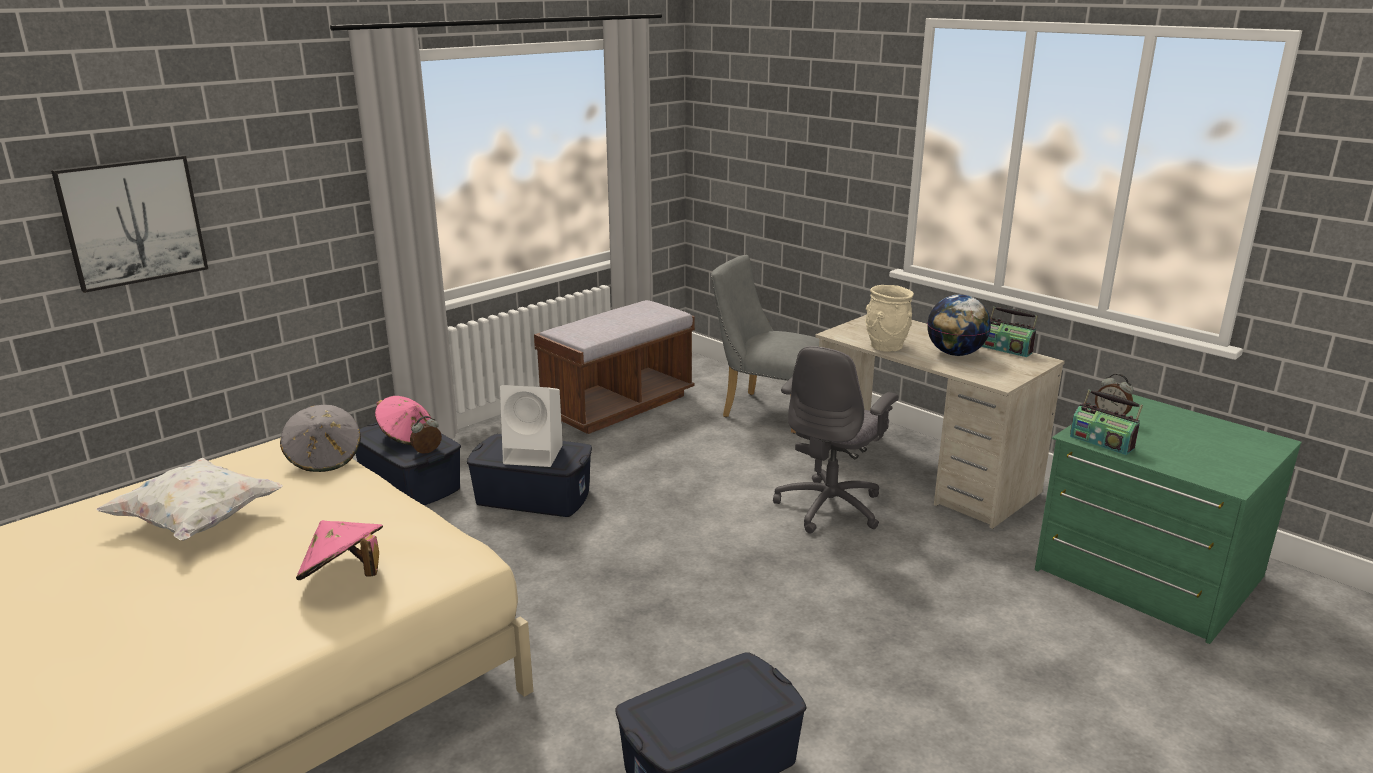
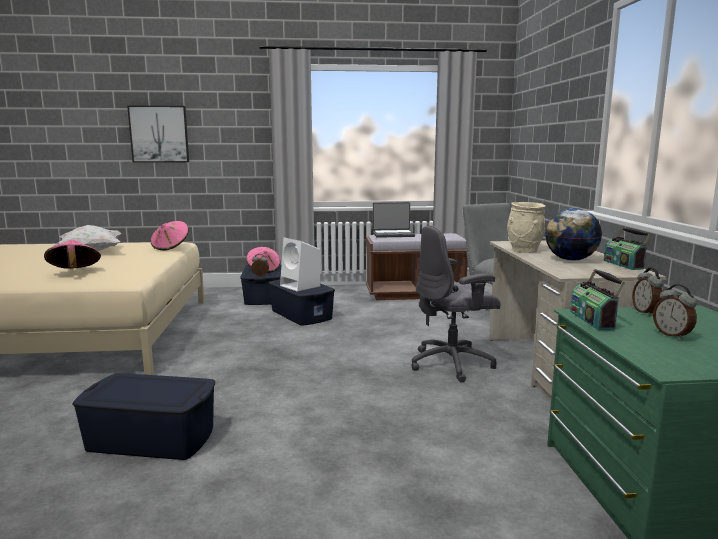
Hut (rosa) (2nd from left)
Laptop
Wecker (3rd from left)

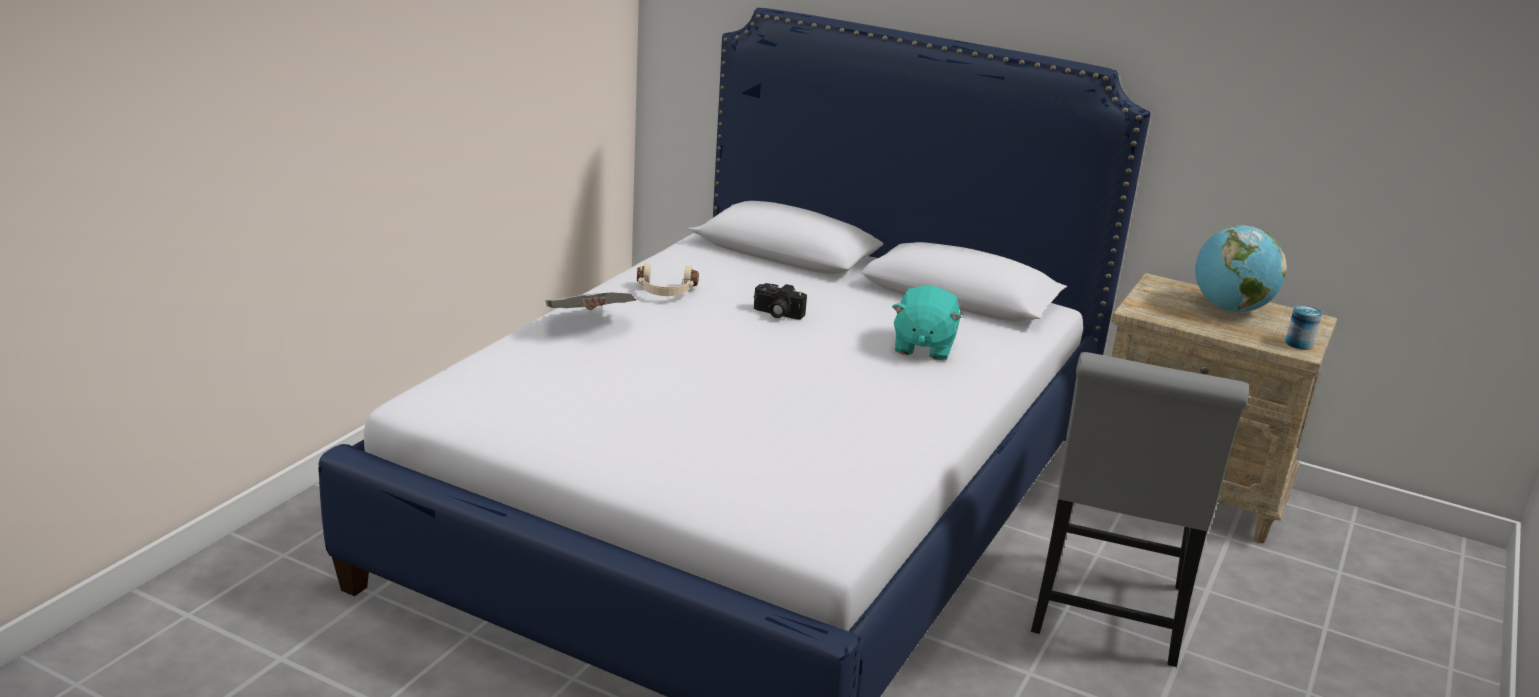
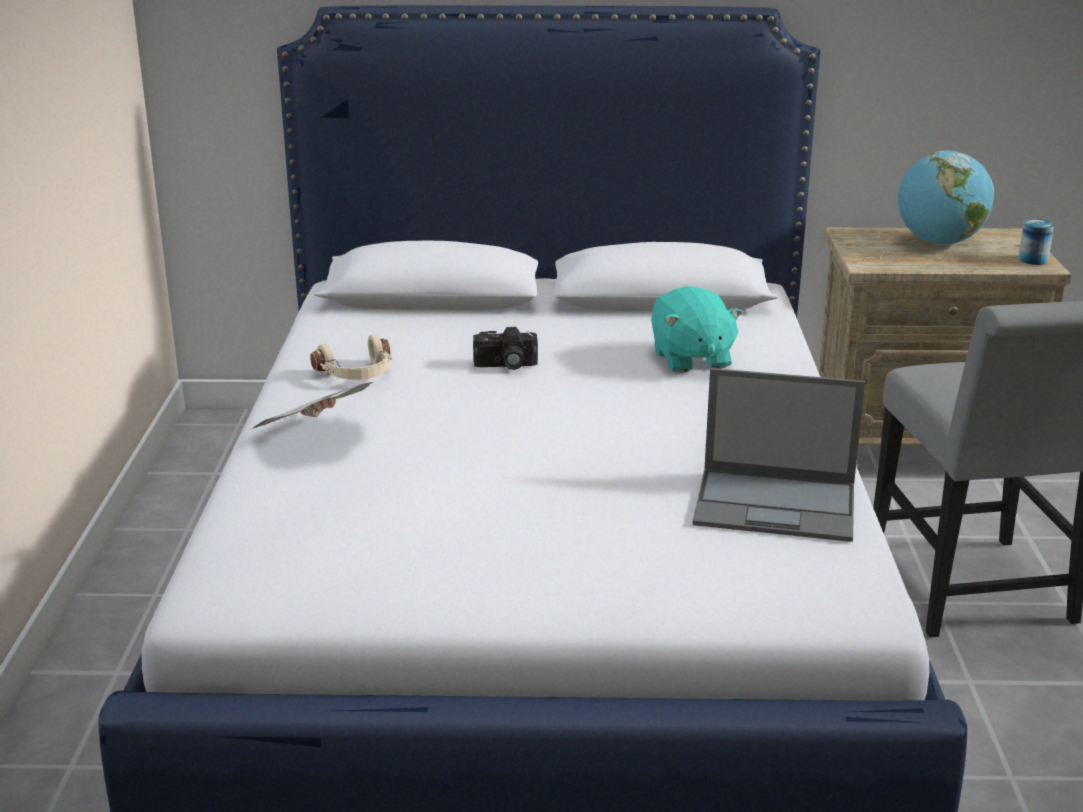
Laptop

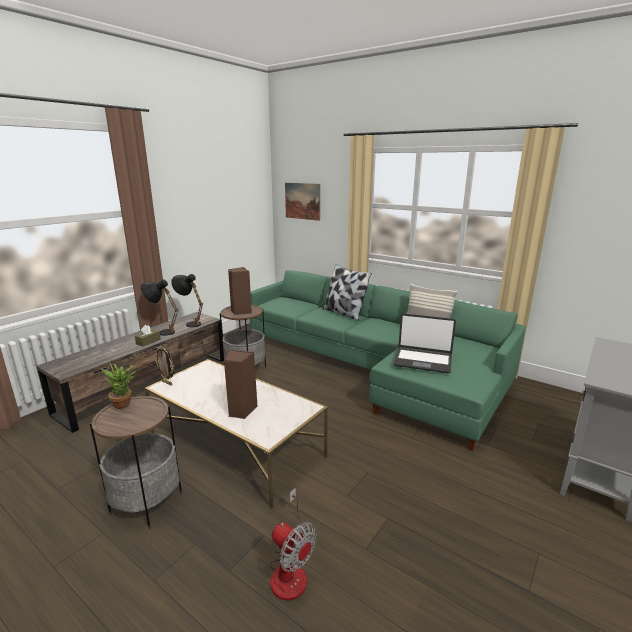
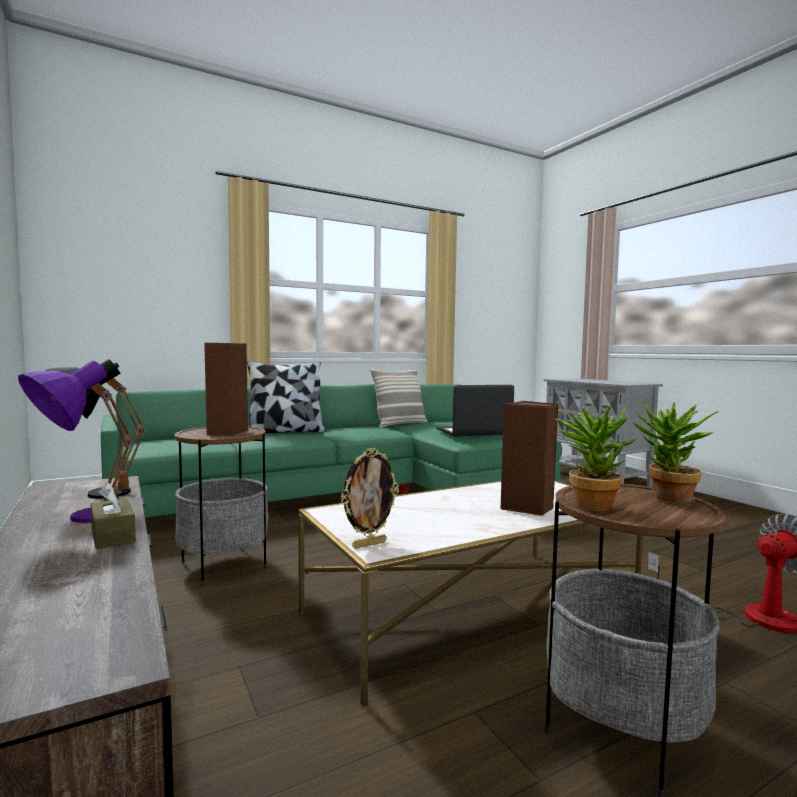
Tischlampe (lila)
Laptop
Topfpflanze (2nd from left)
Bild

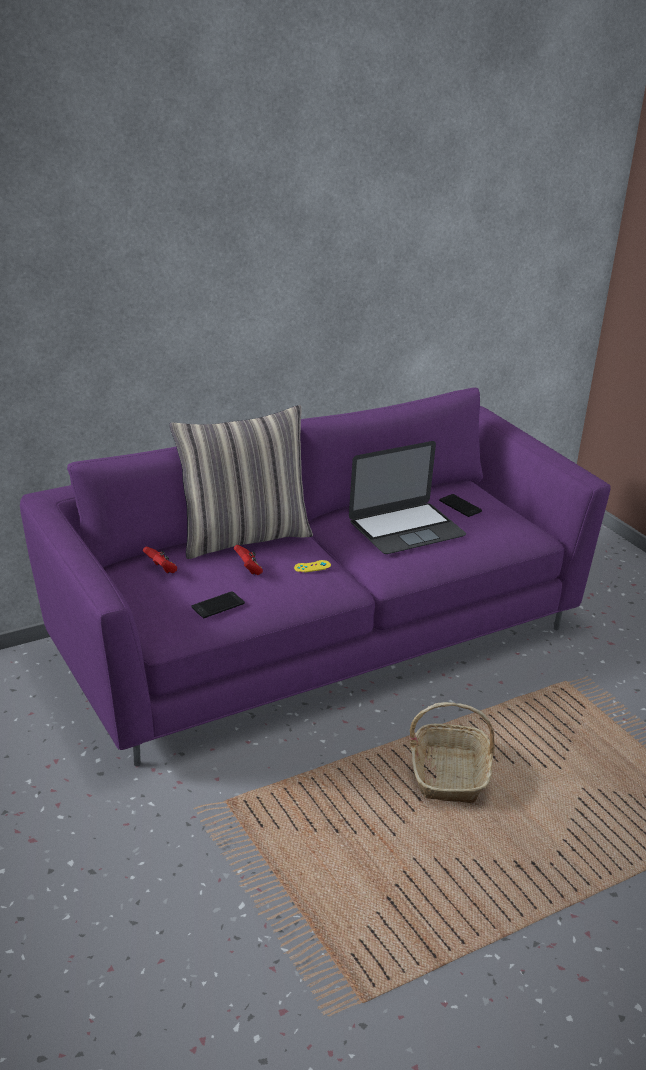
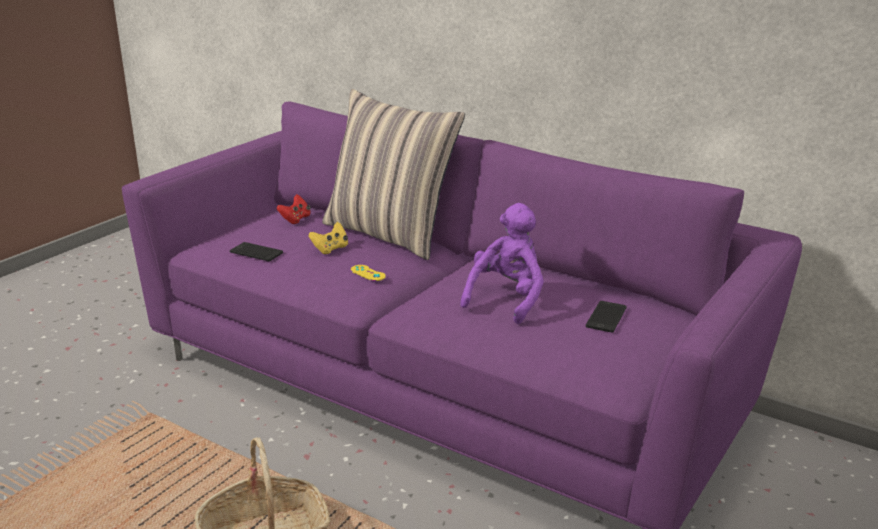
Gamepad (gelb) (1st from left)
Plüschtier (lila)

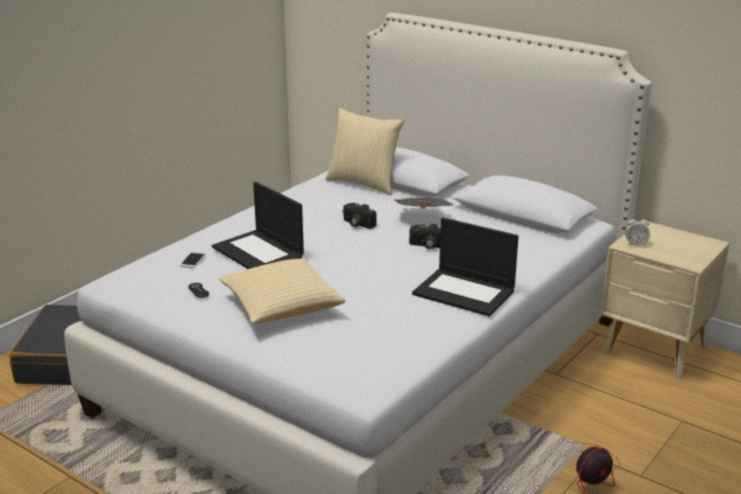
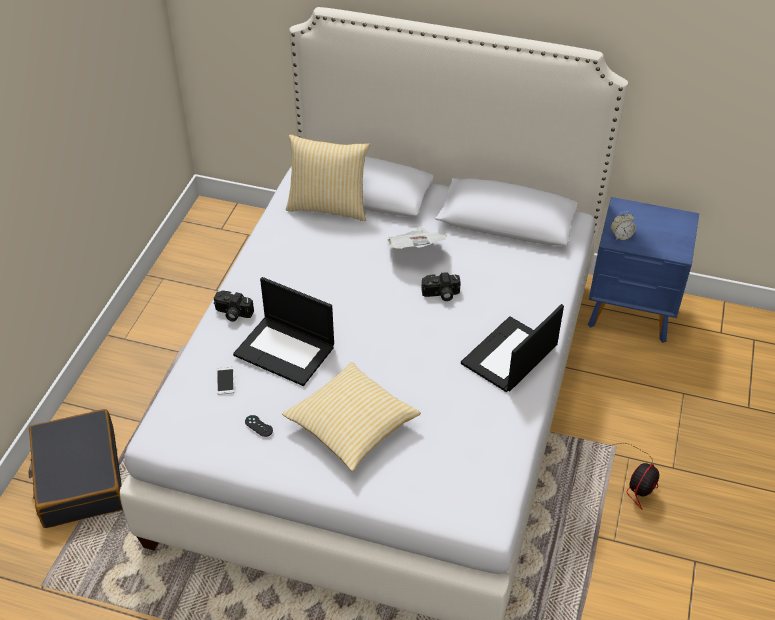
Kamera (1st from left)
Laptop (2nd from left)
Nachttisch (blau)

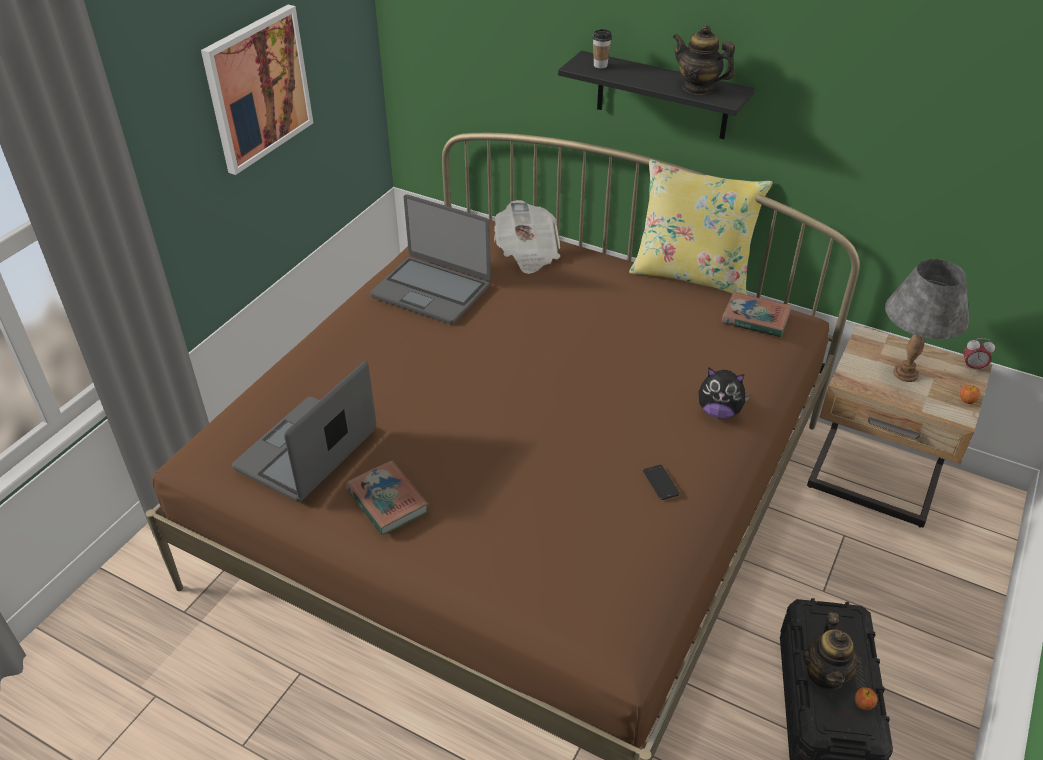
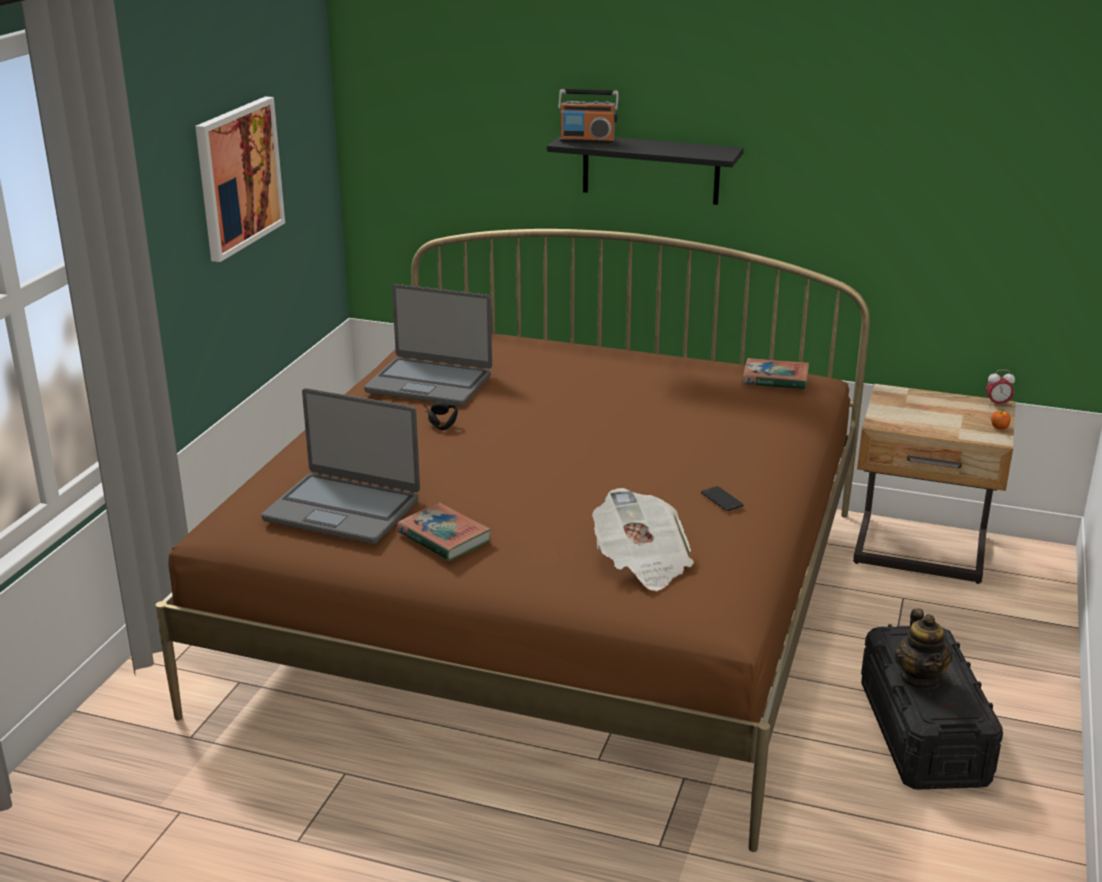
Laptop (1st from left)
Kopfhörer (schwarz)
Radio
Zeitung
Kissen (gelb)
Teekanne (1st from left in the first image)
Plüschtier
Apfel (1st from left in the first image)
Tischlampe (grau)

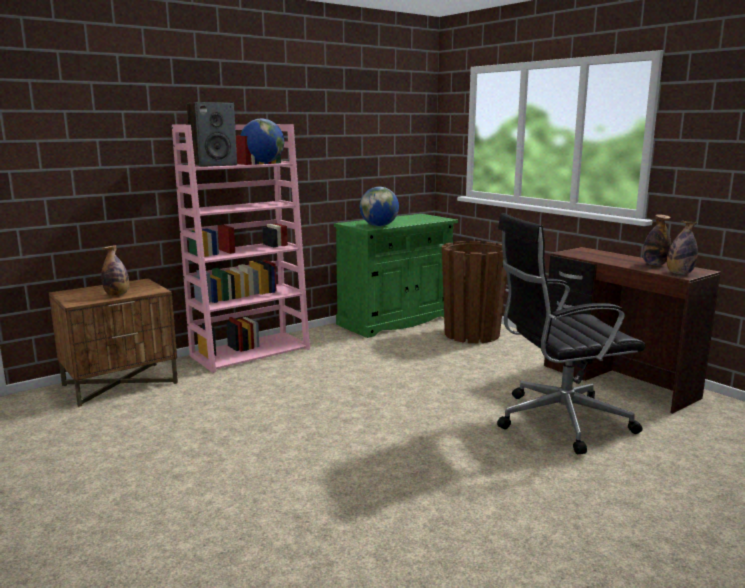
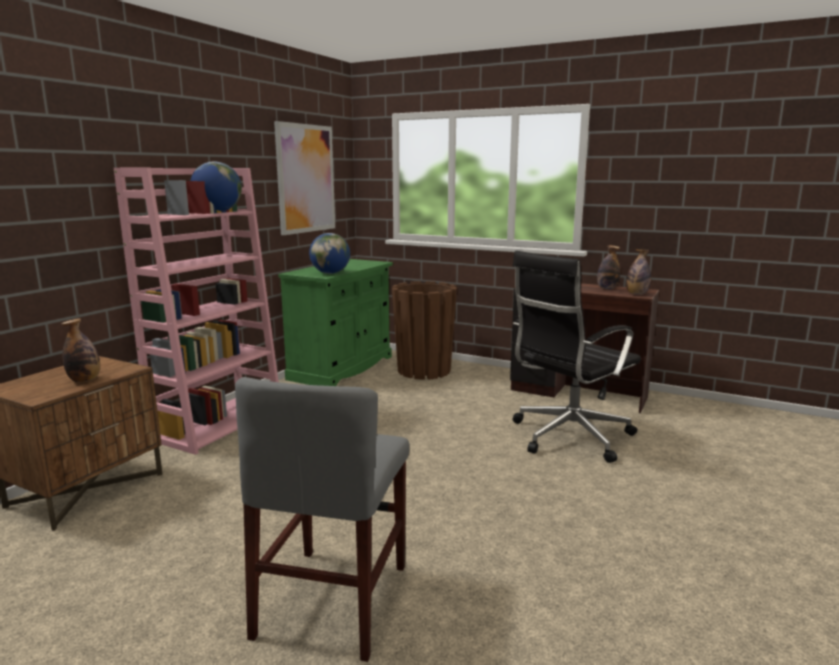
Stuhl (grau)
Bild
Lautsprecher

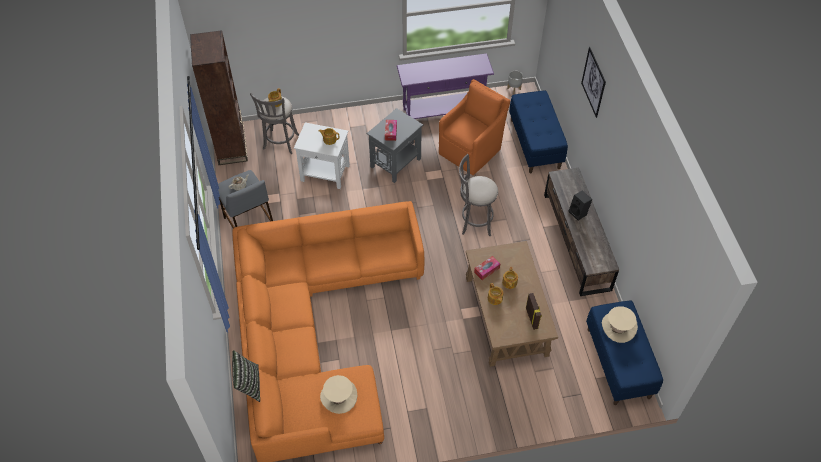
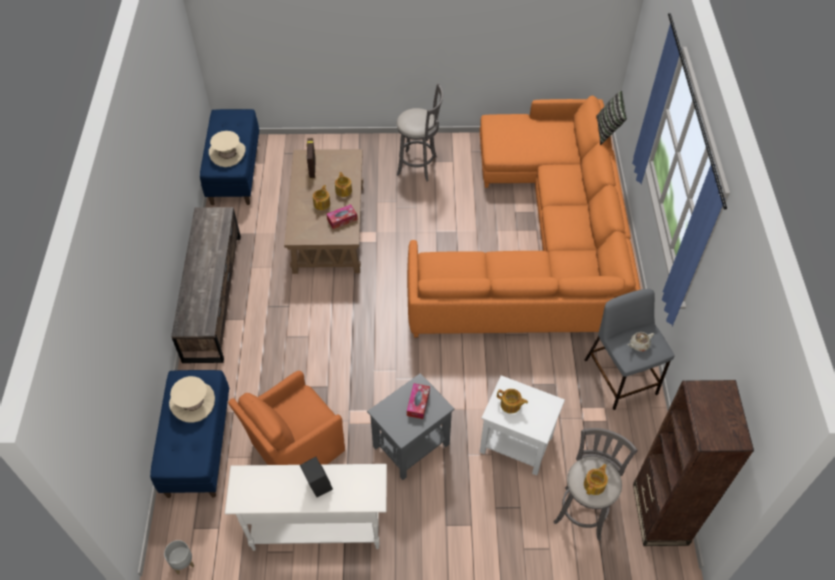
Hut (beige) (1st from left)
Konsolentisch (weiß)
Lautsprecher (schwarz)
Hocker (grau) (1st from left)
Bild

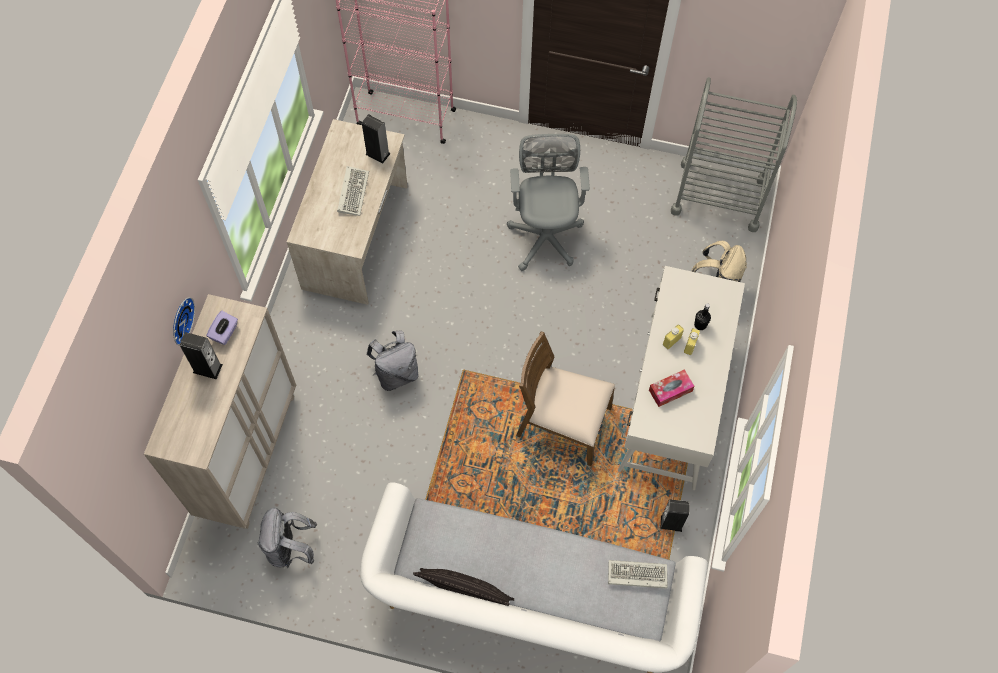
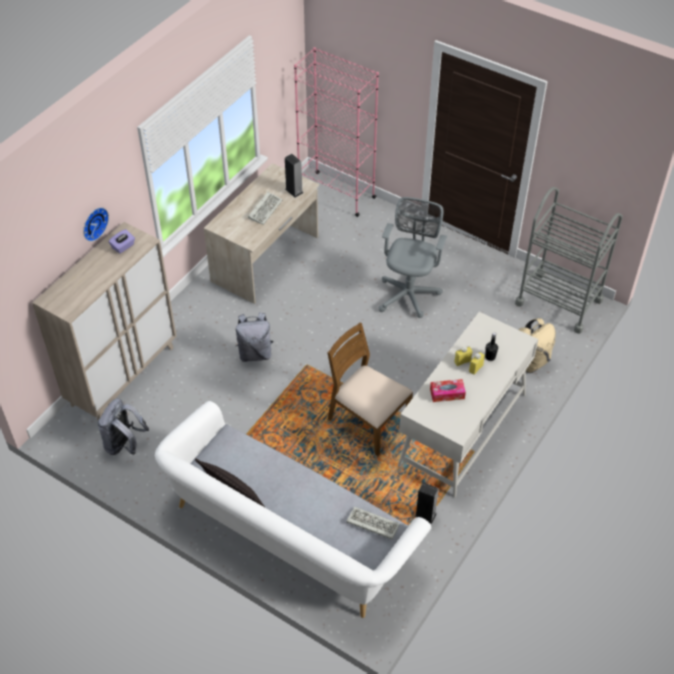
Lautsprecher (1st from left in the first image)

